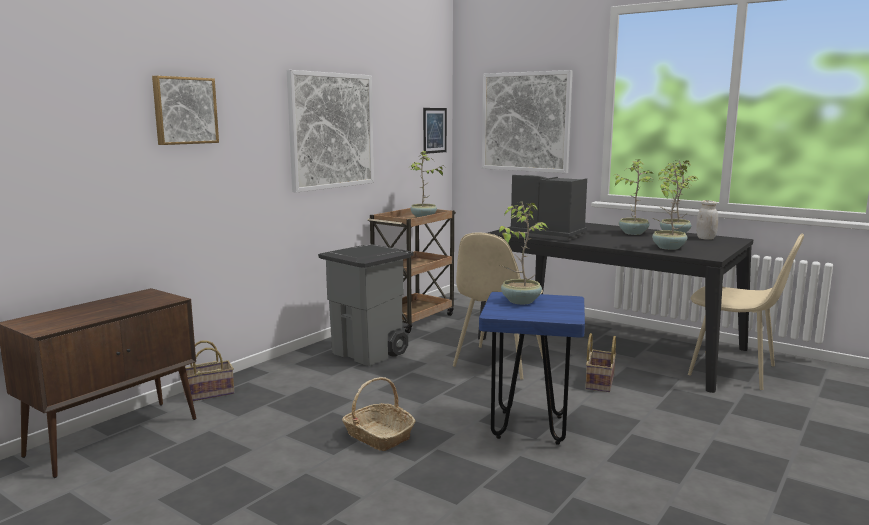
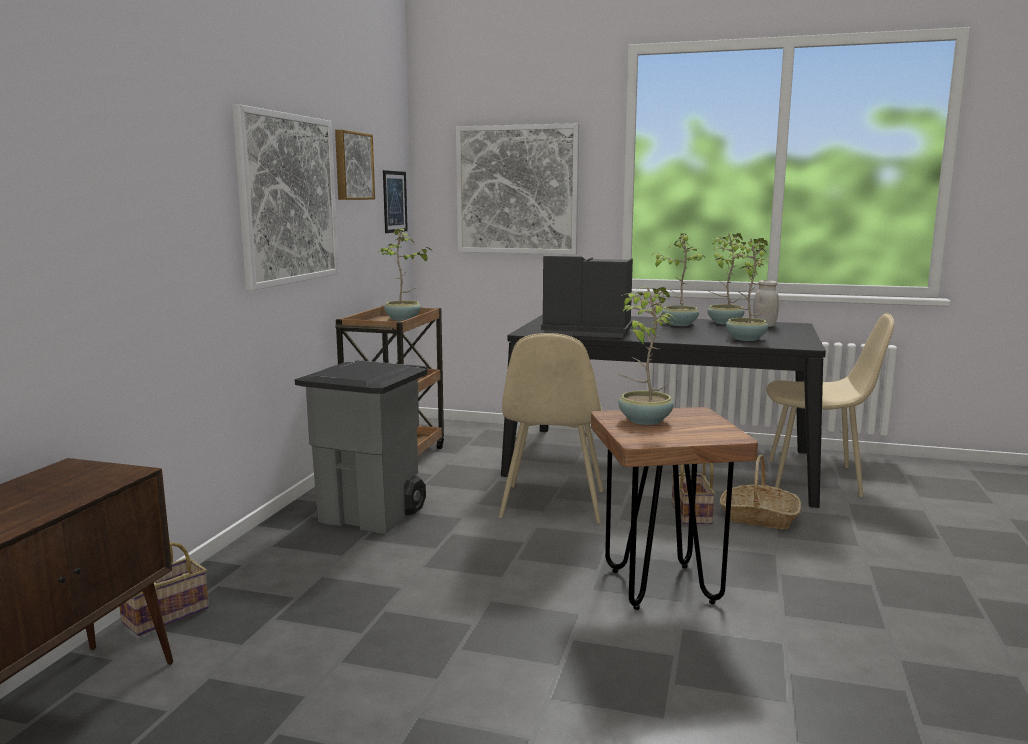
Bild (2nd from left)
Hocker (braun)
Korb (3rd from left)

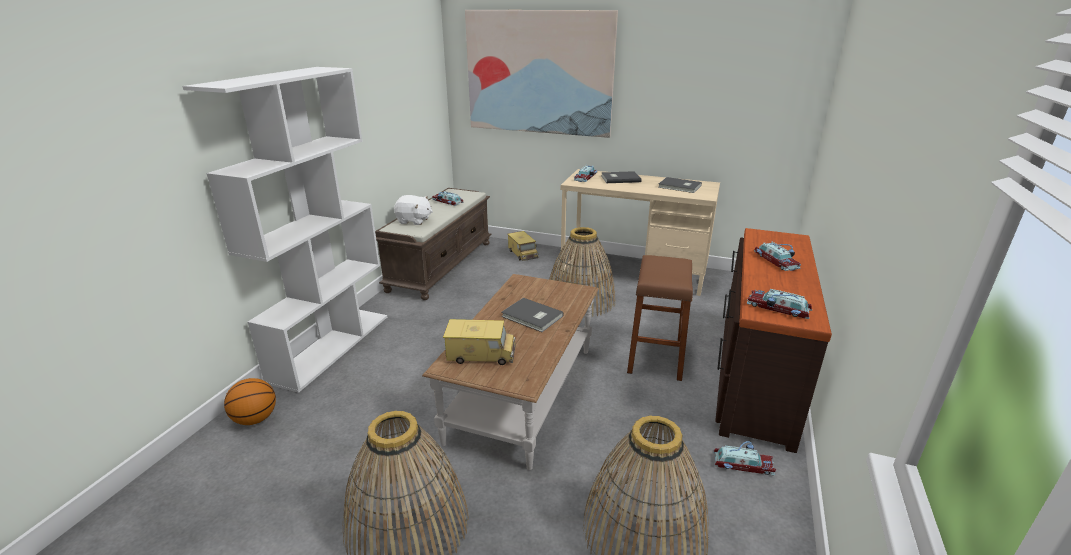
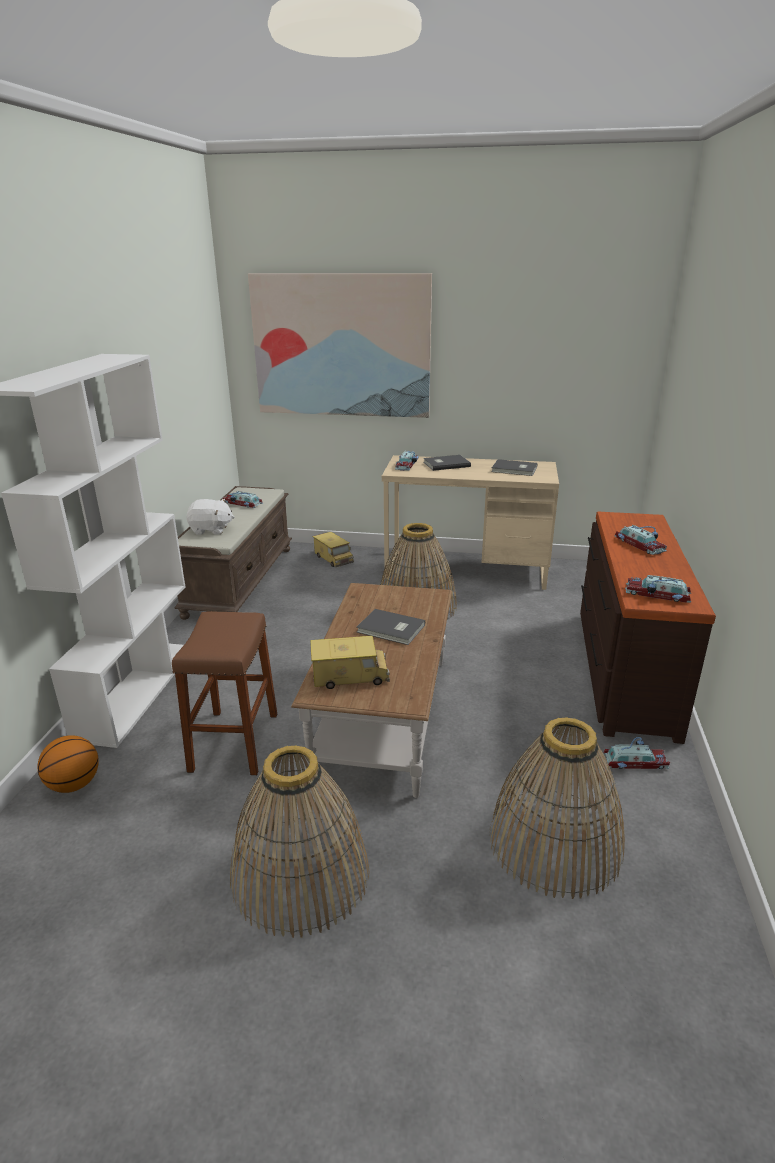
Hocker (braun)

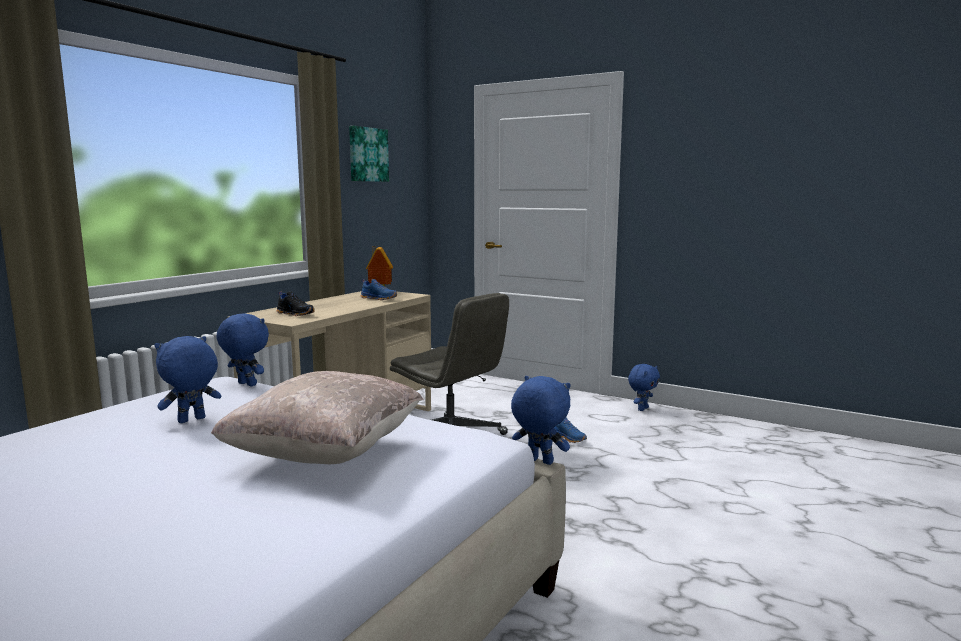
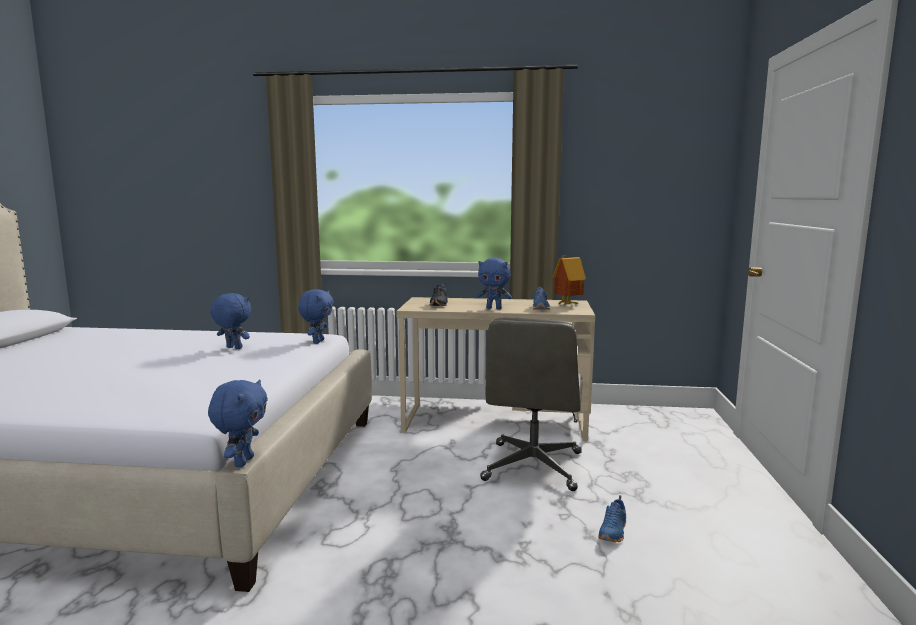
Plüschtier (blau) (4th from left)
Kissen (beige)
Bild

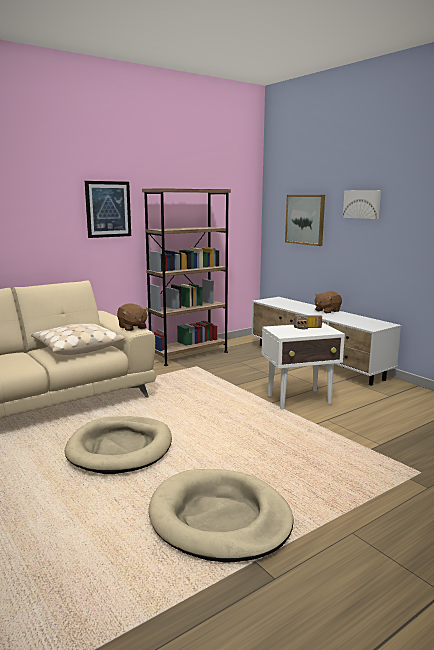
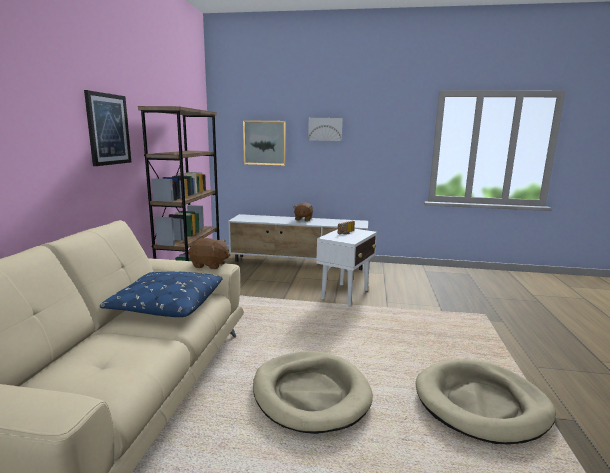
Kissen (blau)

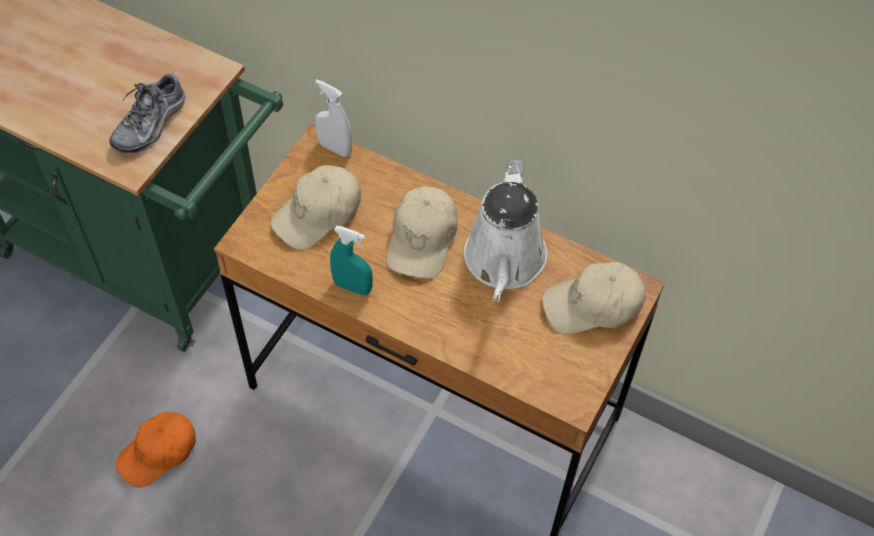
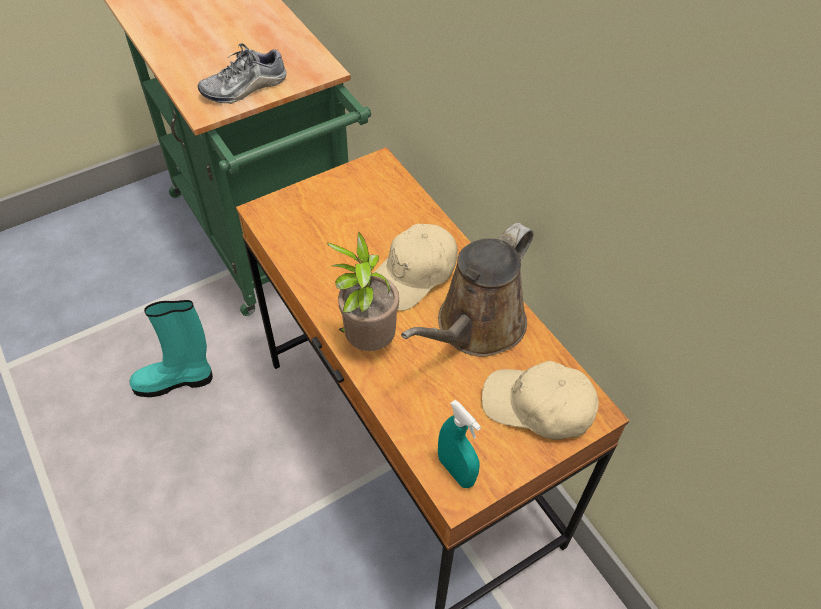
Stiefel (türkis)
Topfpflanze
Gießkanne (braun)
Sprühflasche (türkis)
Kappe (beige) (1st from left in the first image)
Sprühflasche (weiß)

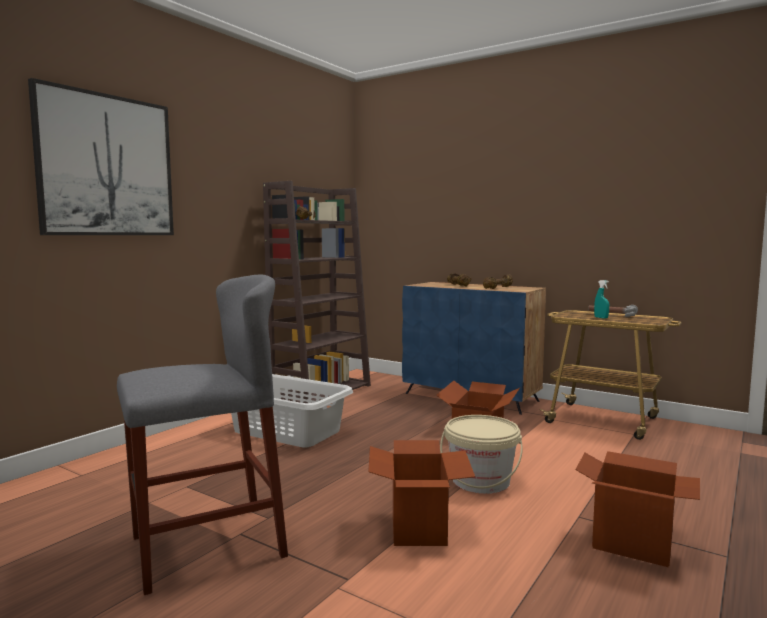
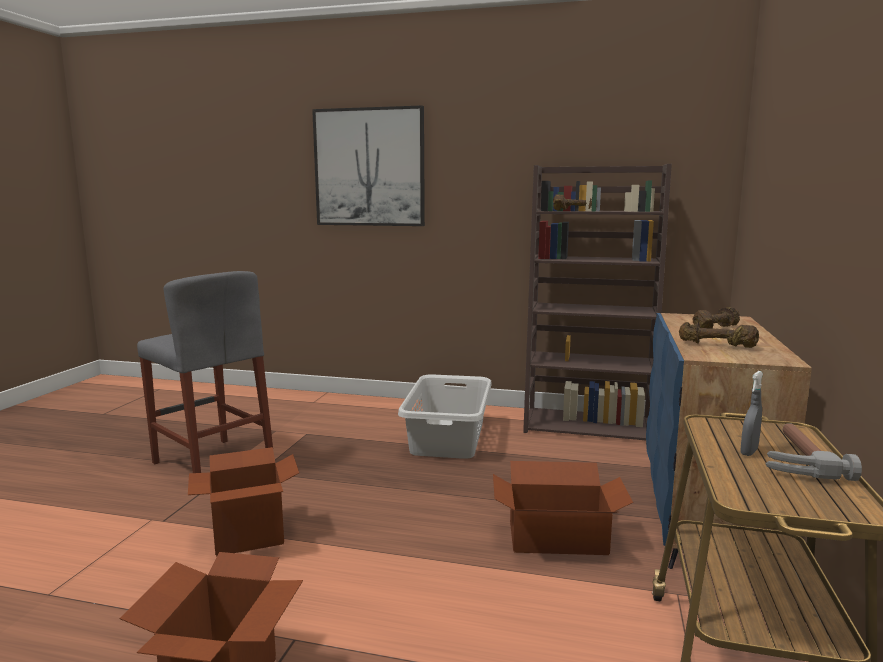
Sprühflasche (grau)
Eimer (beige)

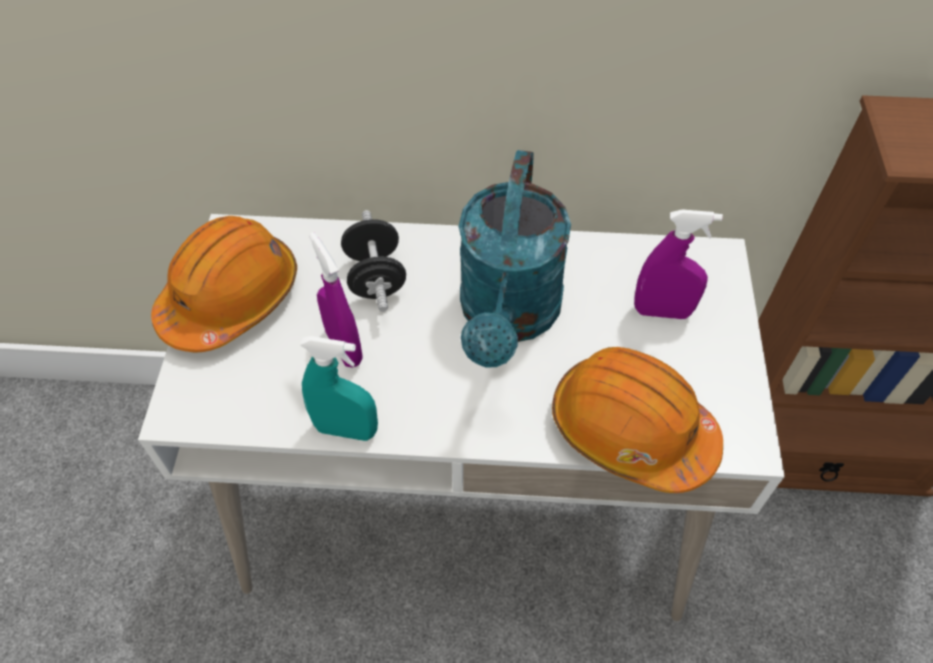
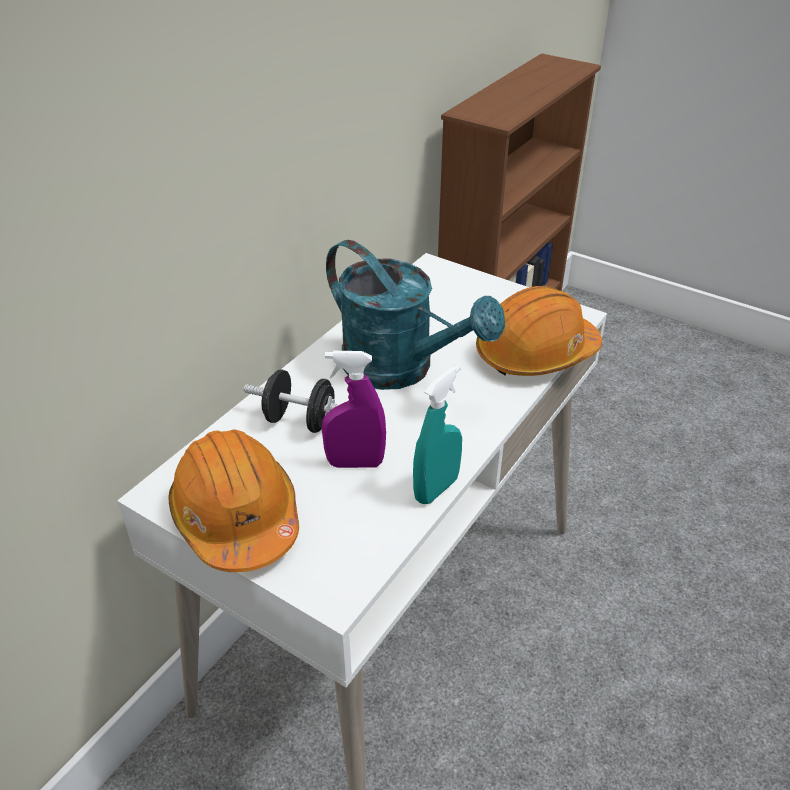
Sprühflasche (lila) (2nd from left in the first image)

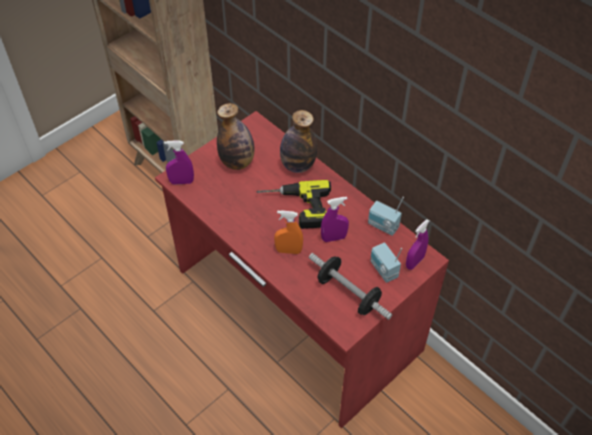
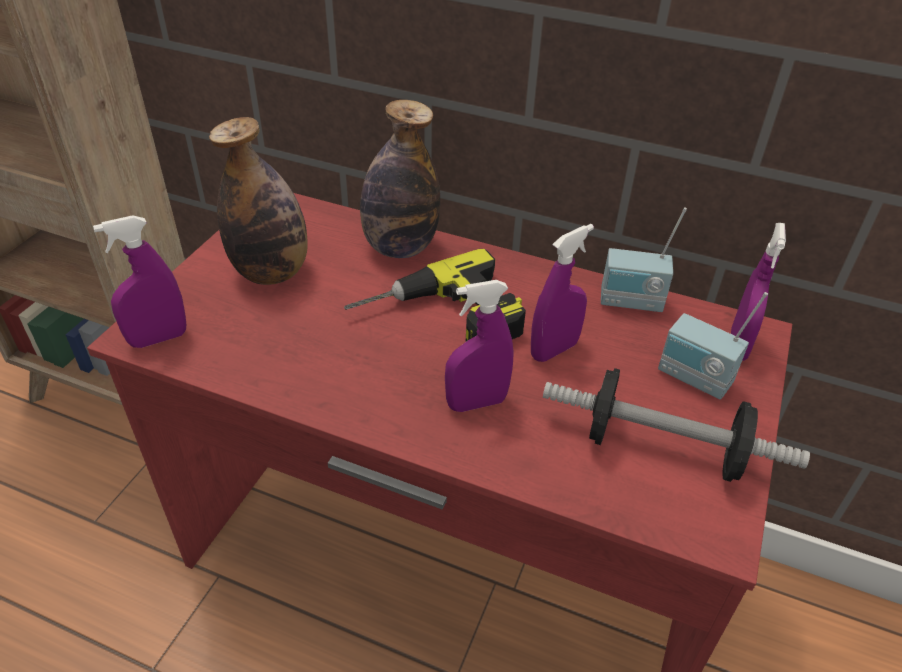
Sprühflasche (lila) (2nd from left)

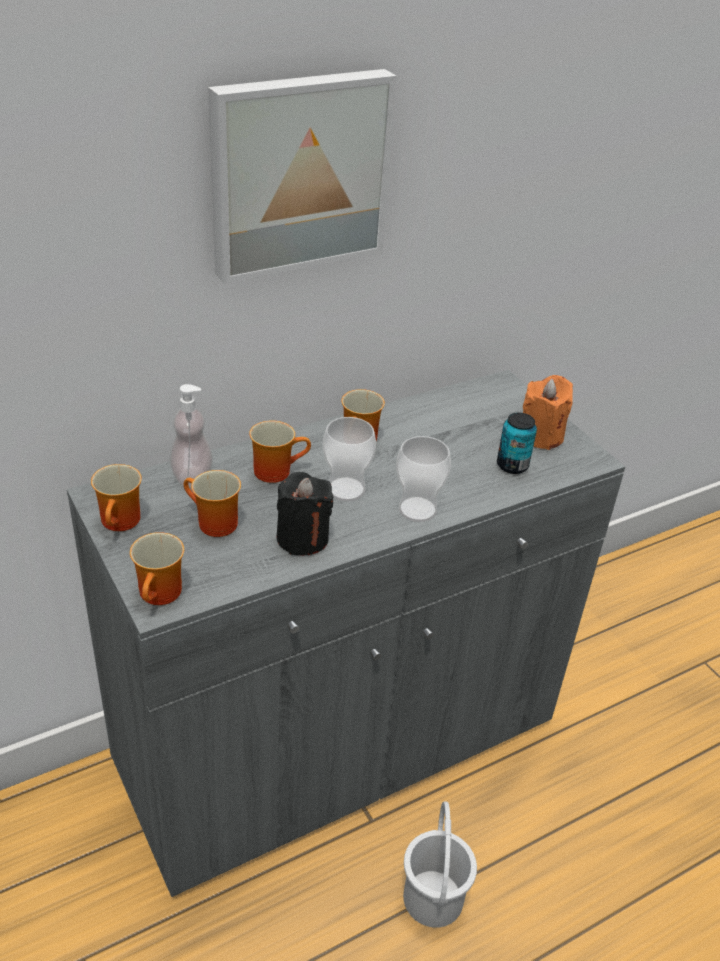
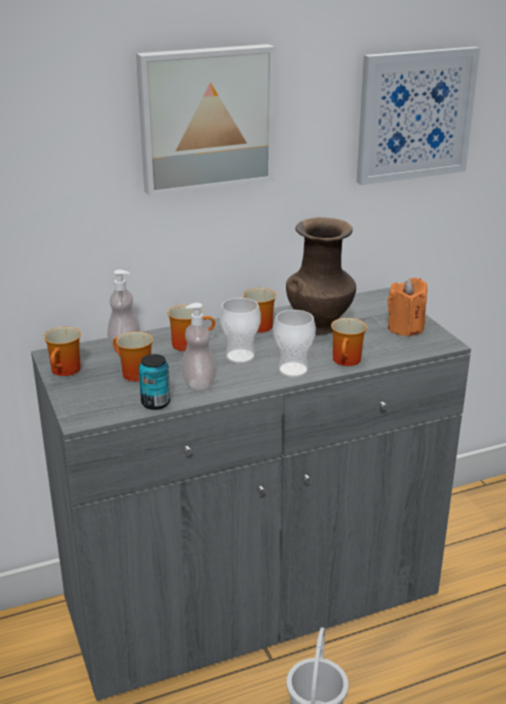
Dose
Seifenspender (2nd from left)
Vase (braun)
Henkelbecher (5th from left)
Bild (2nd from left)

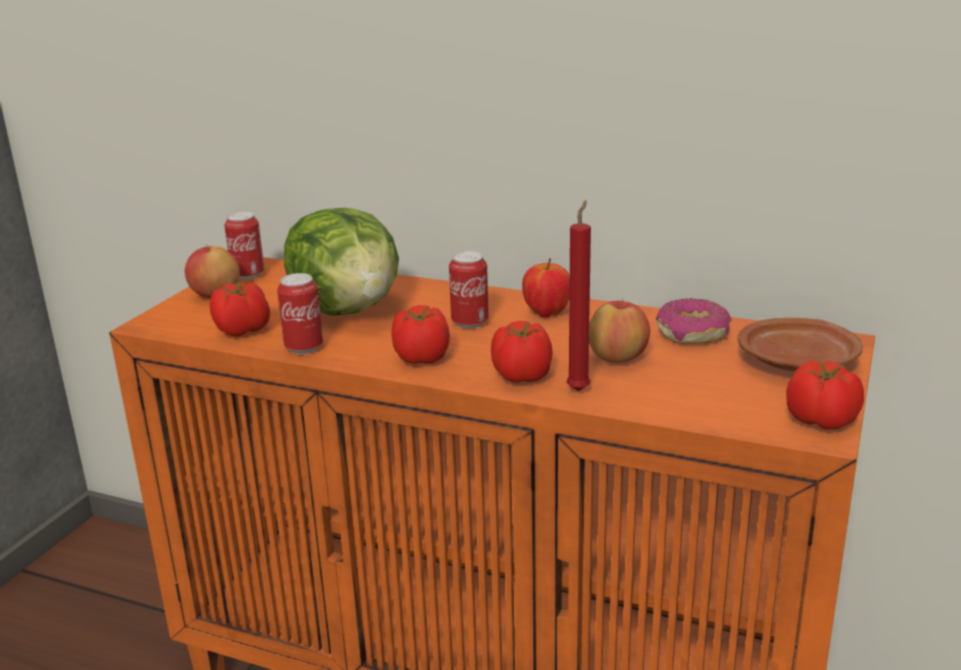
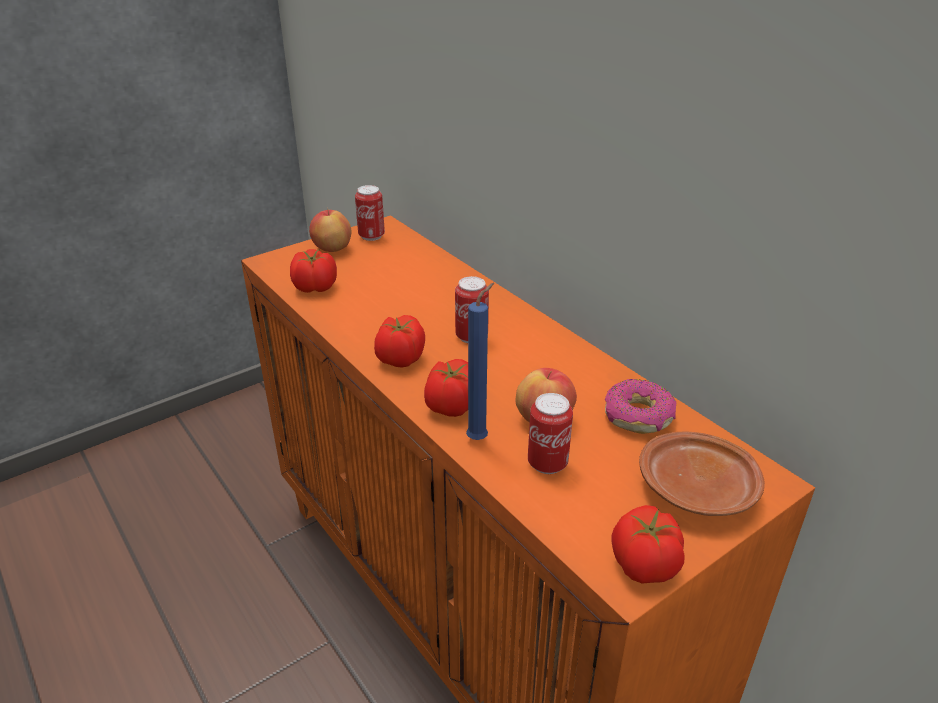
Kerze (blau)
Dose (3rd from left)
Salatkopf
Apfel (2nd from left in the first image)

